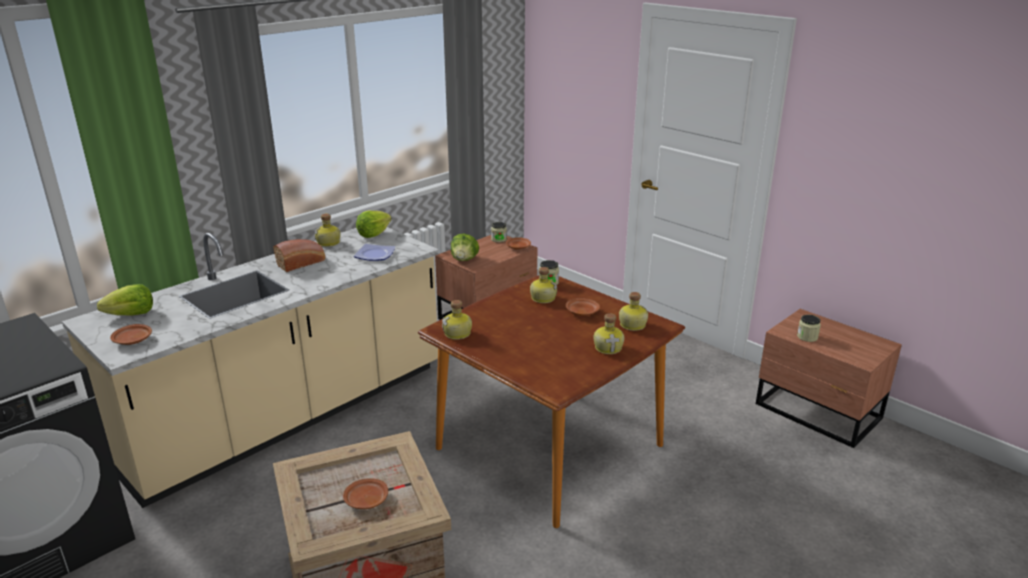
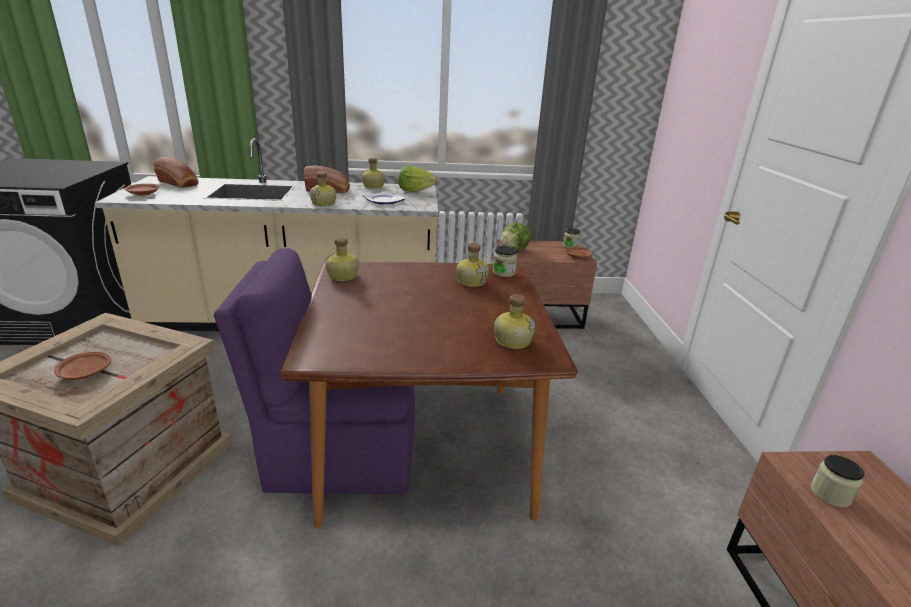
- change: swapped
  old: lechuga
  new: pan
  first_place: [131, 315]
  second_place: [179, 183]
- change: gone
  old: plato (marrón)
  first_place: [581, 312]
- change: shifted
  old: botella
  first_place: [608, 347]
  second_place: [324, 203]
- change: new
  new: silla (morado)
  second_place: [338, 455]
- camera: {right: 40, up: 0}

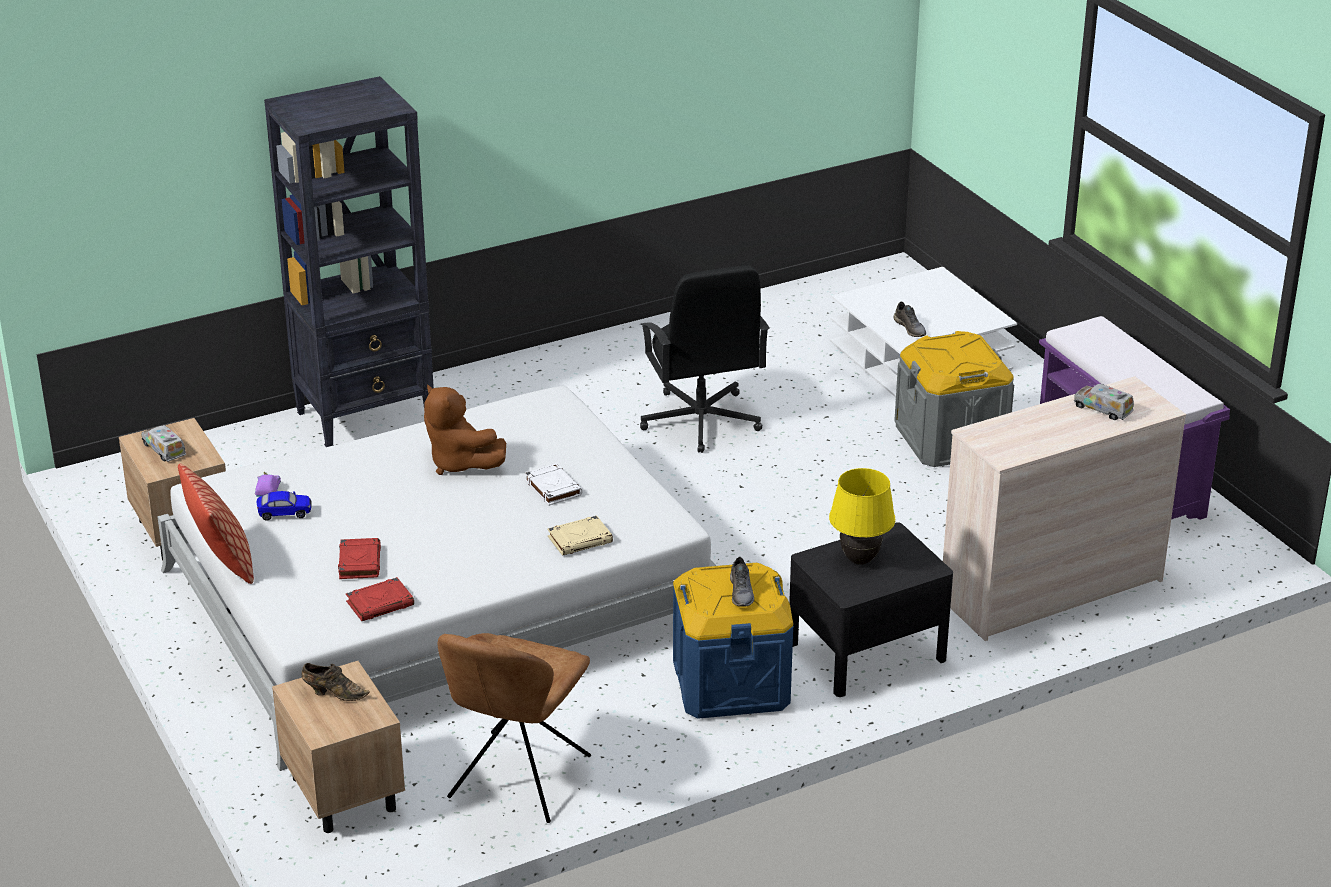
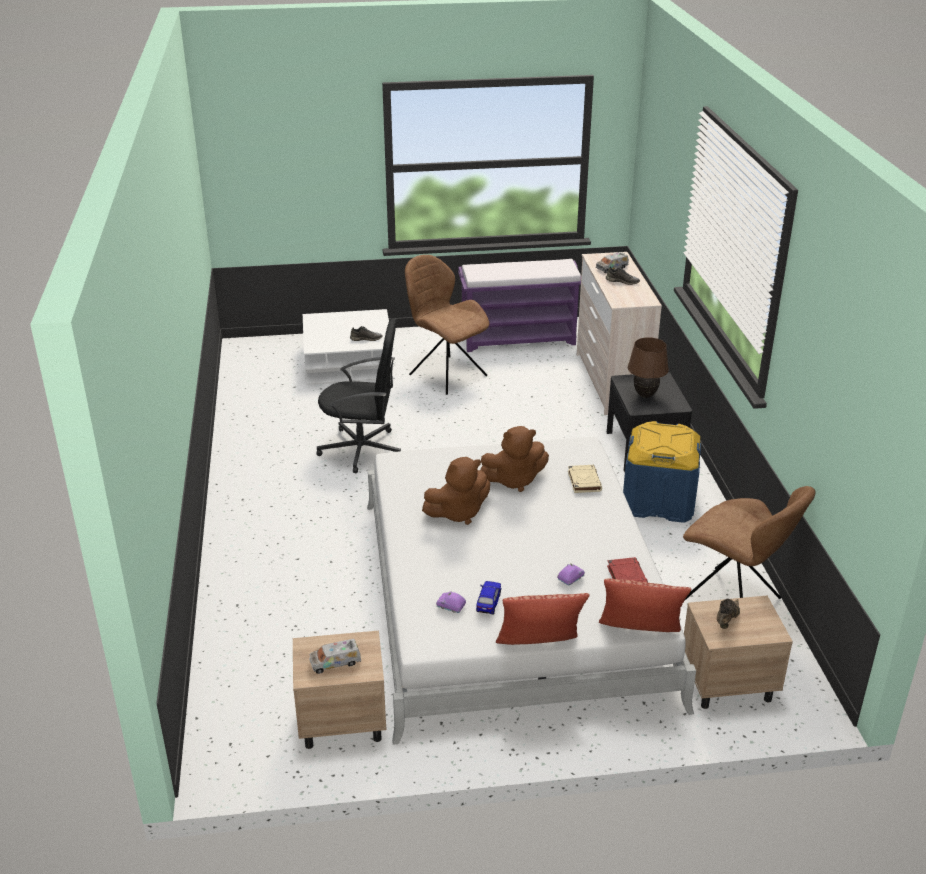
- change: gone
  old: estantería (negro)
  first_place: [366, 419]
- change: swapped
  old: caja de almacenaje (gris)
  new: silla (marrón)
  first_place: [950, 439]
  second_place: [446, 374]
- change: swapped
  old: libro (blanco)
  new: peluche (marrón)
  first_place: [552, 488]
  second_place: [514, 480]
- change: repainted
  old: lámpara de mesa (amarillo)
  new: lámpara de mesa (marrón)
  first_place: [860, 559]
  second_place: [645, 395]
- change: swapped
  old: libro (rojo)
  new: coche de juguete (morado)
  first_place: [359, 562]
  second_place: [570, 578]
- change: shifted
  old: zapato (gris)
  first_place: [742, 592]
  second_place: [622, 281]
- change: new
  new: cojín
  second_place: [640, 635]
- camera: {right: -70, up: 0}

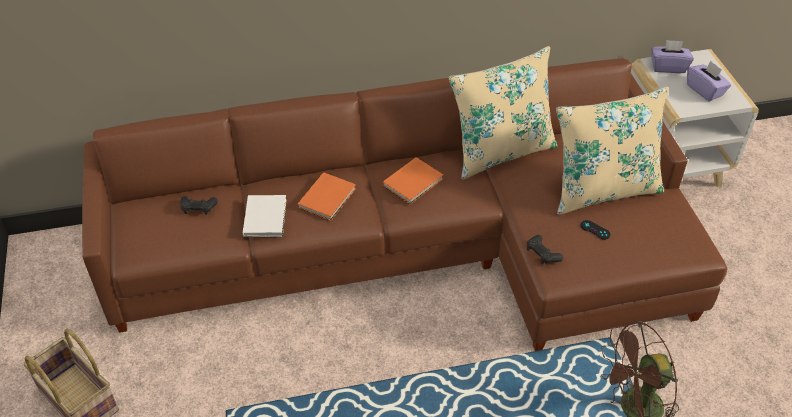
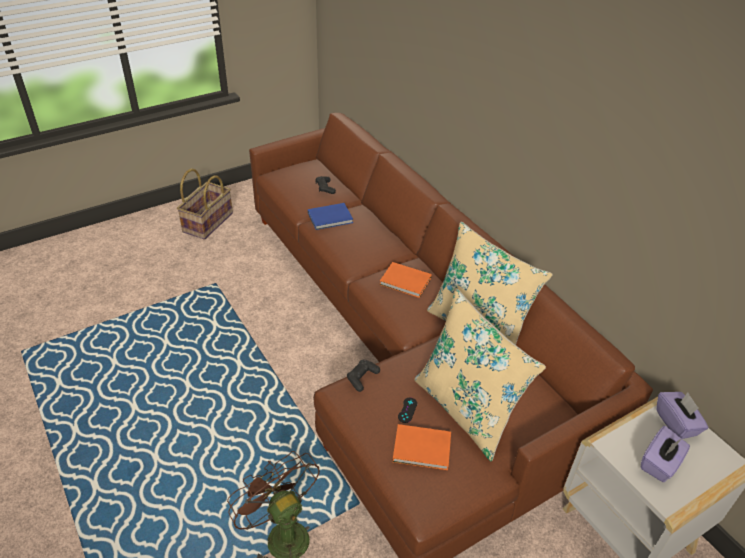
- change: shifted
  old: libro (naranja)
  first_place: [328, 197]
  second_place: [423, 449]
- change: repainted
  old: libro (blanco)
  new: libro (azul)
  first_place: [266, 216]
  second_place: [331, 218]
- camera: {right: 70, up: -5}

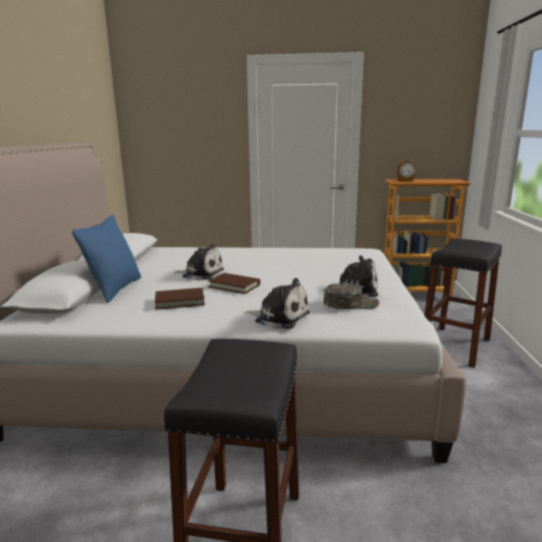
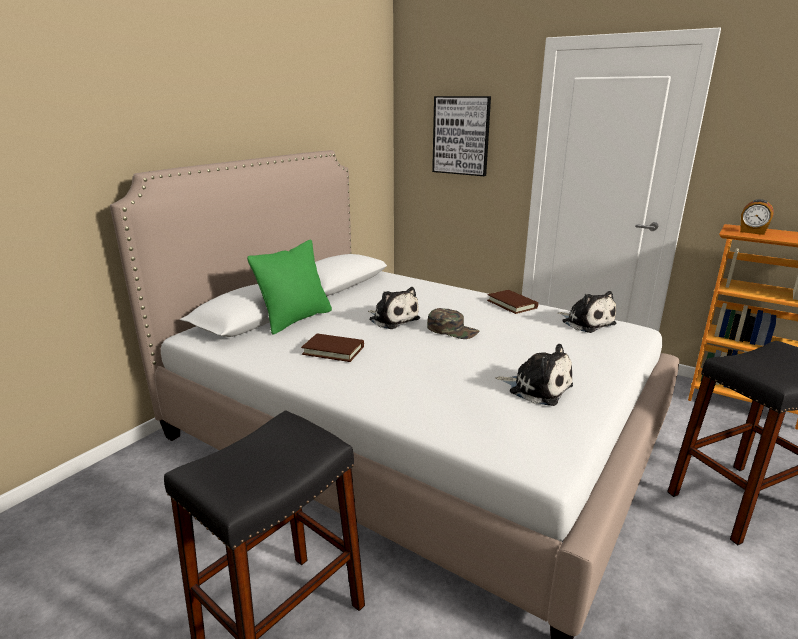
- change: repainted
  old: cojín (azul)
  new: cojín (verde)
  first_place: [115, 289]
  second_place: [296, 319]
- change: shifted
  old: libro (marrón)
  first_place: [234, 286]
  second_place: [512, 304]
- change: shifted
  old: peluche
  first_place: [279, 317]
  second_place: [586, 322]
- change: shifted
  old: gorra (verde)
  first_place: [350, 303]
  second_place: [452, 330]
- change: new
  new: cuadro
  second_place: [461, 135]
- camera: {right: 30, up: 5}

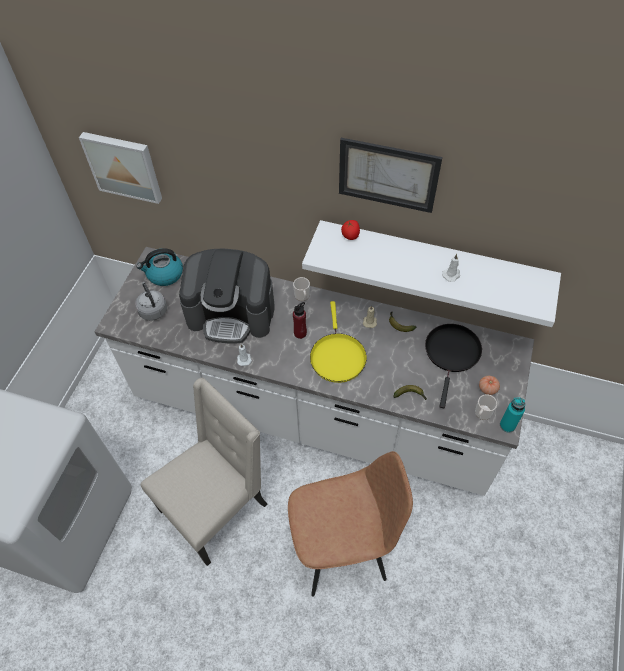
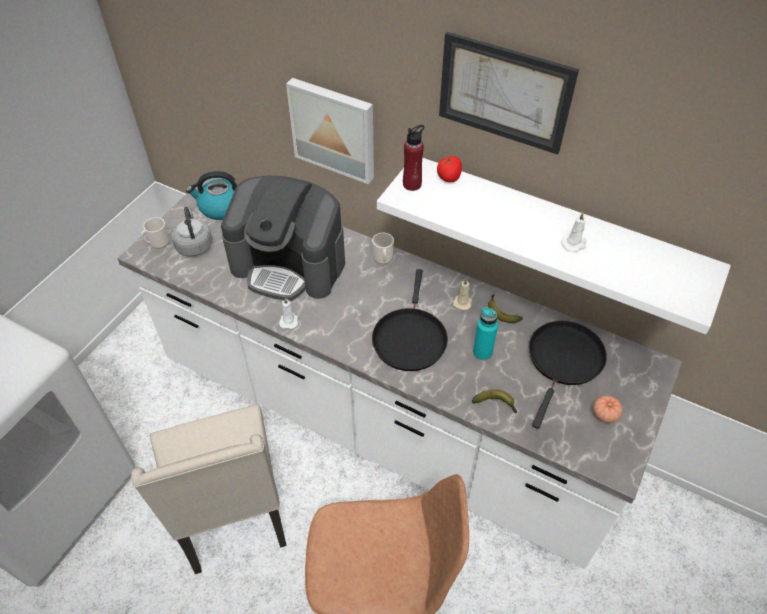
- change: shifted
  old: cuadro
  first_place: [123, 166]
  second_place: [334, 129]
- change: repainted
  old: sartén (amarillo)
  new: sartén (negro)
  first_place: [337, 356]
  second_place: [409, 338]
- change: shifted
  old: botella (rojo)
  first_place: [300, 333]
  second_place: [412, 184]
- change: rotated
  old: silla (beis)
  first_place: [216, 507]
  second_place: [232, 513]
  degrees: 105
- change: shifted
  old: taza grande
  first_place: [482, 414]
  second_place: [157, 243]
- change: shifted
  old: botella (turquesa)
  first_place: [507, 425]
  second_place: [482, 352]
- camera: {right: 10, up: -5}

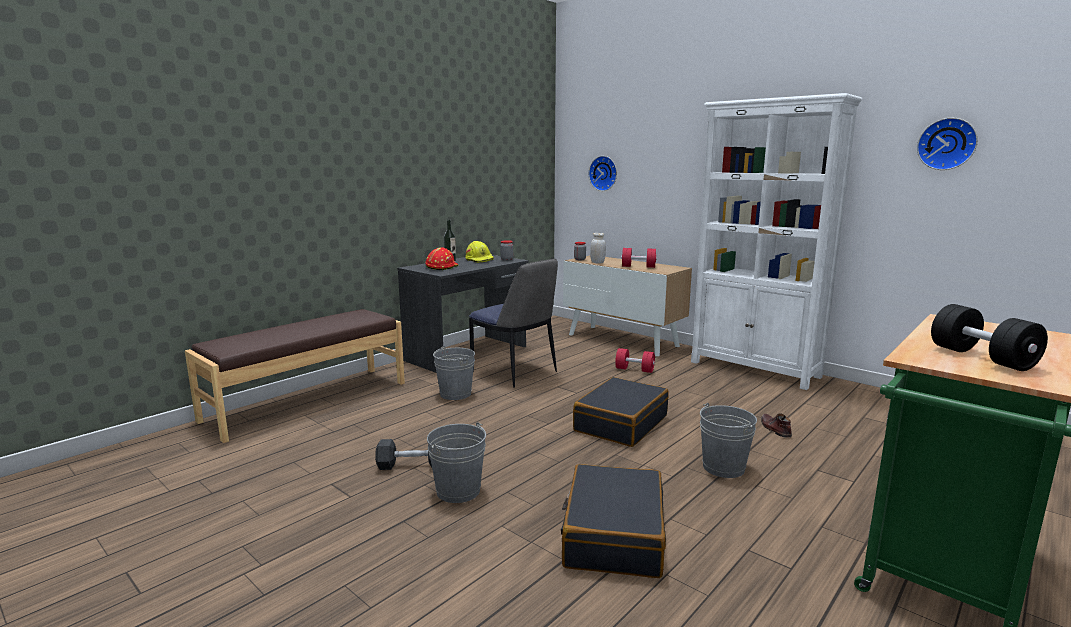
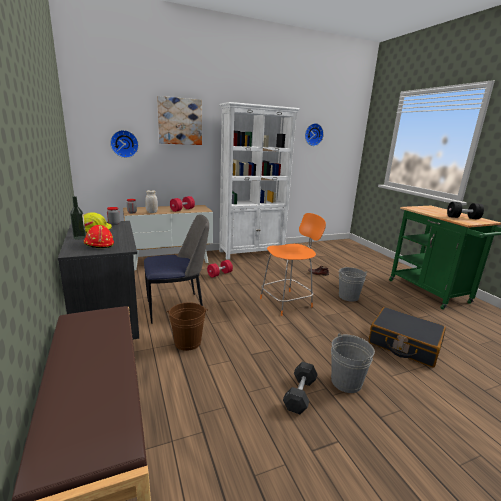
- change: repainted
  old: cubo (gris)
  new: cubo (marrón)
  first_place: [455, 394]
  second_place: [187, 342]
- change: swapped
  old: maleta (negro)
  new: silla (naranja)
  first_place: [620, 423]
  second_place: [287, 302]
- change: new
  new: cuadro
  second_place: [180, 121]
- camera: {right: -65, up: 5}

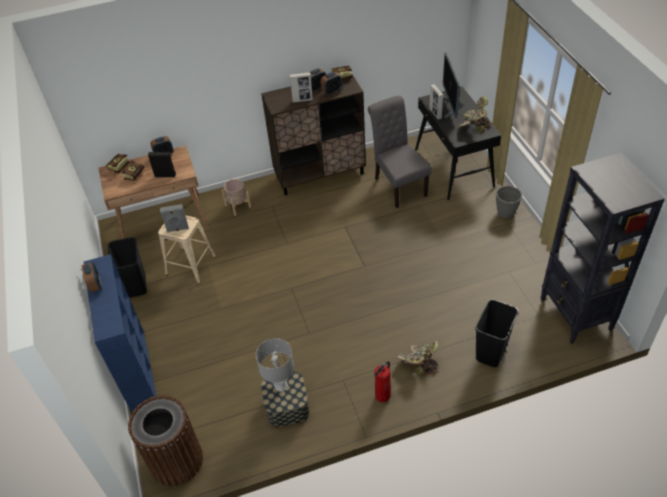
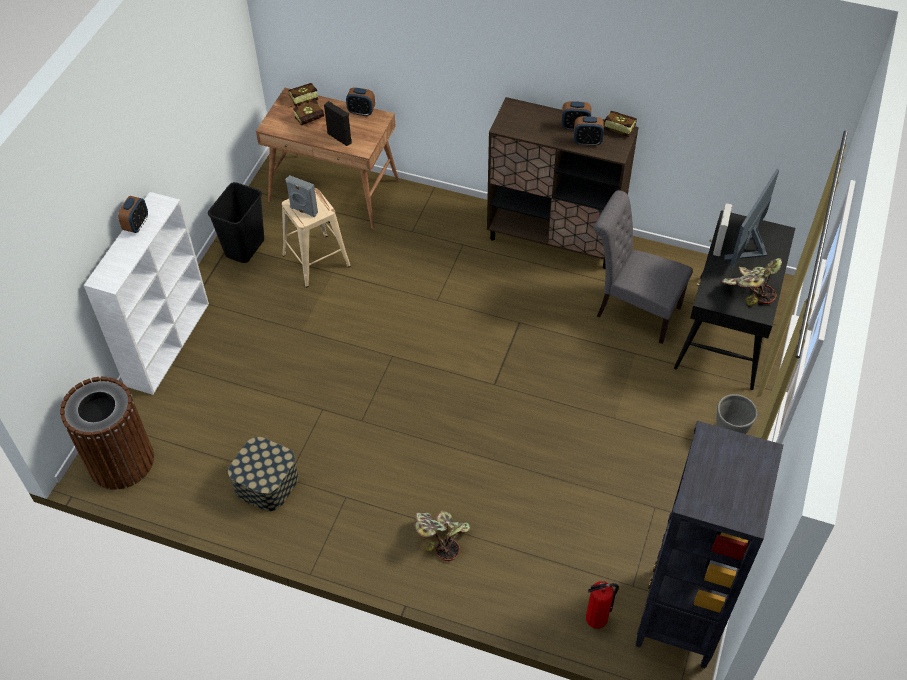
- change: gone
  old: portarretratos
  first_place: [302, 100]
- change: rotated
  old: silla (gris)
  first_place: [398, 185]
  second_place: [633, 310]
  degrees: -75
- change: gone
  old: maceta (beis)
  first_place: [238, 206]
- change: repainted
  old: estantería (azul)
  new: estantería (blanco)
  first_place: [138, 370]
  second_place: [168, 342]
- change: gone
  old: papelera (negro)
  first_place: [491, 353]
- change: gone
  old: lámpara de mesa (gris)
  first_place: [280, 385]
- change: shifted
  old: extintor
  first_place: [383, 395]
  second_place: [597, 618]
- camera: {right: 35, up: 5}

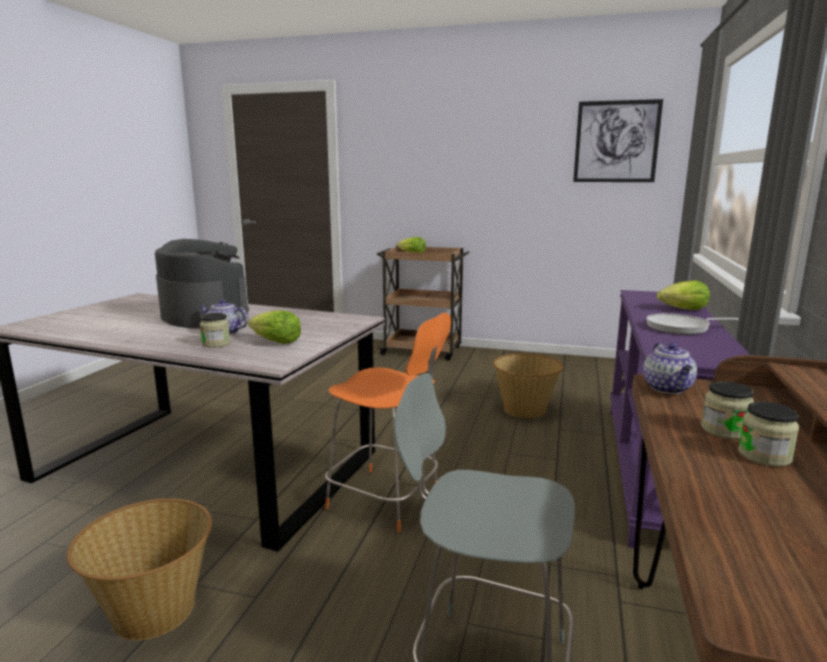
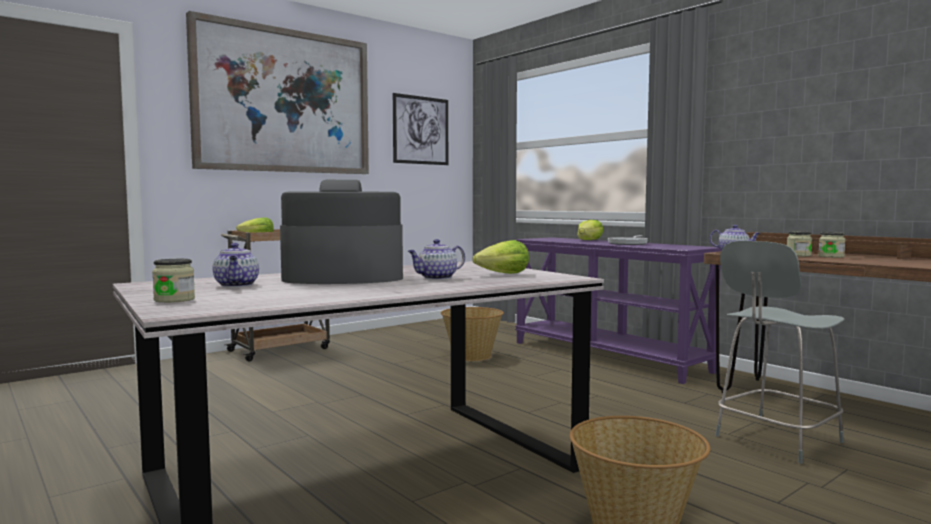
- change: shifted
  old: tarro
  first_place: [216, 343]
  second_place: [174, 300]
- change: gone
  old: silla (naranja)
  first_place: [387, 500]
- change: new
  new: cuadro
  second_place: [284, 101]
- change: new
  new: tetera
  second_place: [237, 285]
- camera: {right: -55, up: -10}

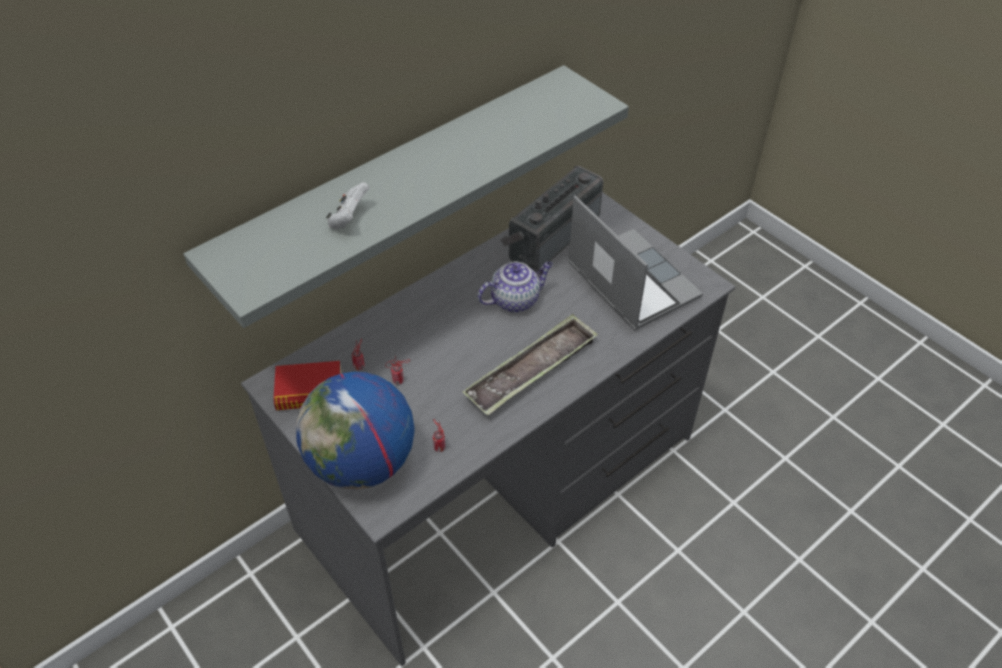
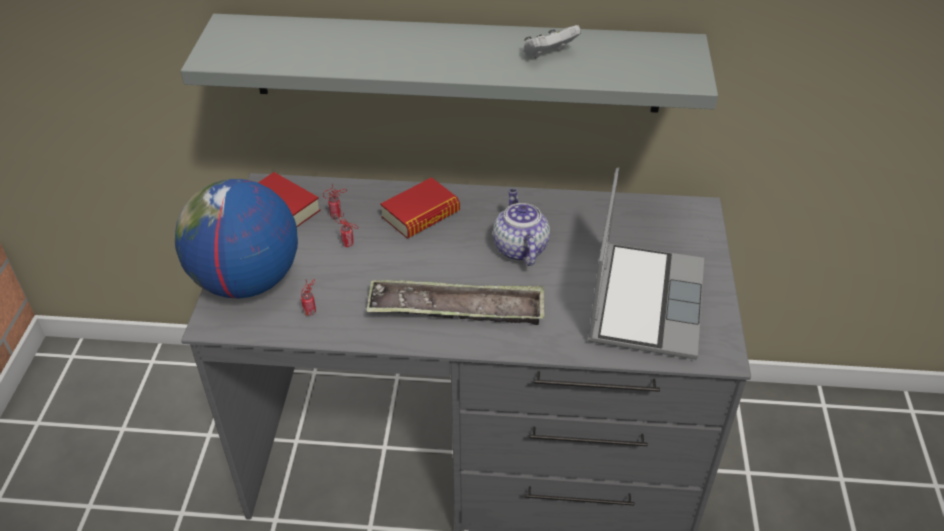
- change: gone
  old: radio
  first_place: [550, 236]
- change: shifted
  old: mando de consola (blanco)
  first_place: [349, 219]
  second_place: [548, 55]
- change: rotated
  old: tetera
  first_place: [515, 300]
  second_place: [519, 248]
  degrees: -120
- change: new
  new: libro
  second_place: [420, 214]
- camera: {right: 45, up: -5}

